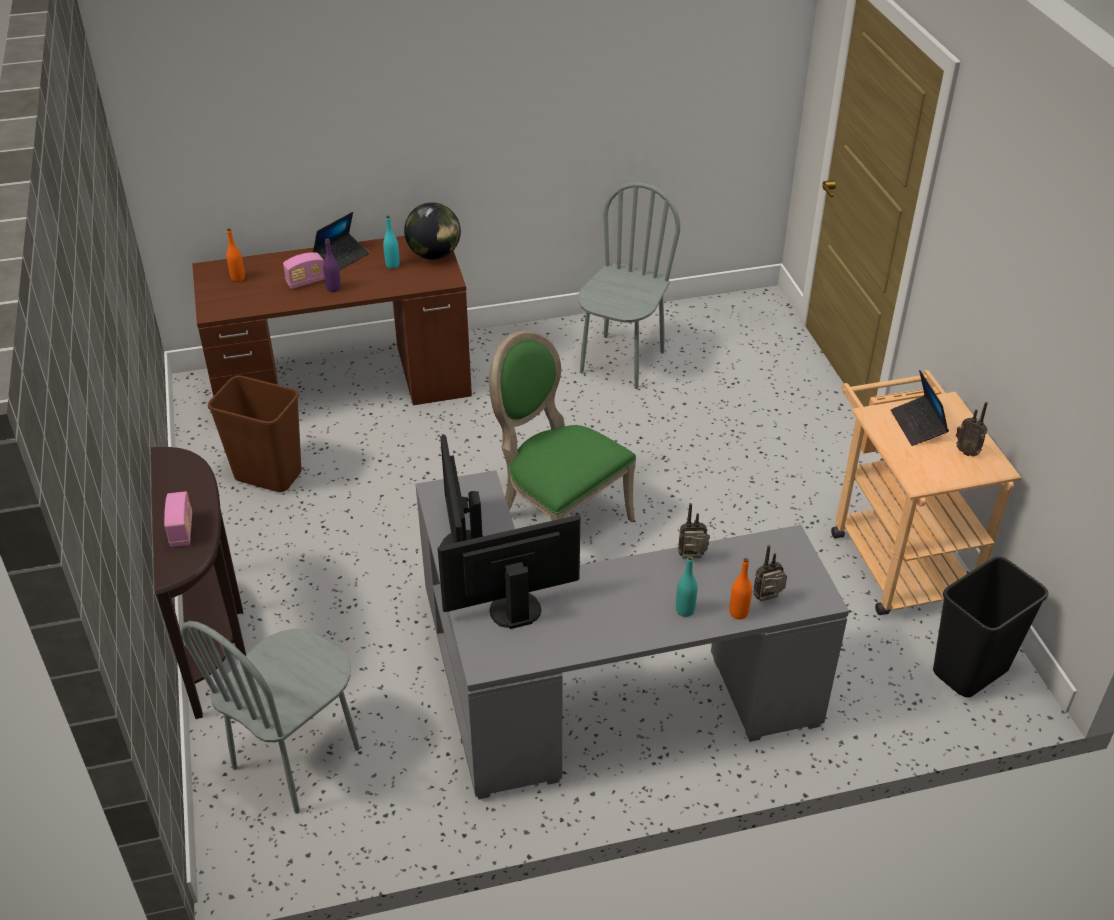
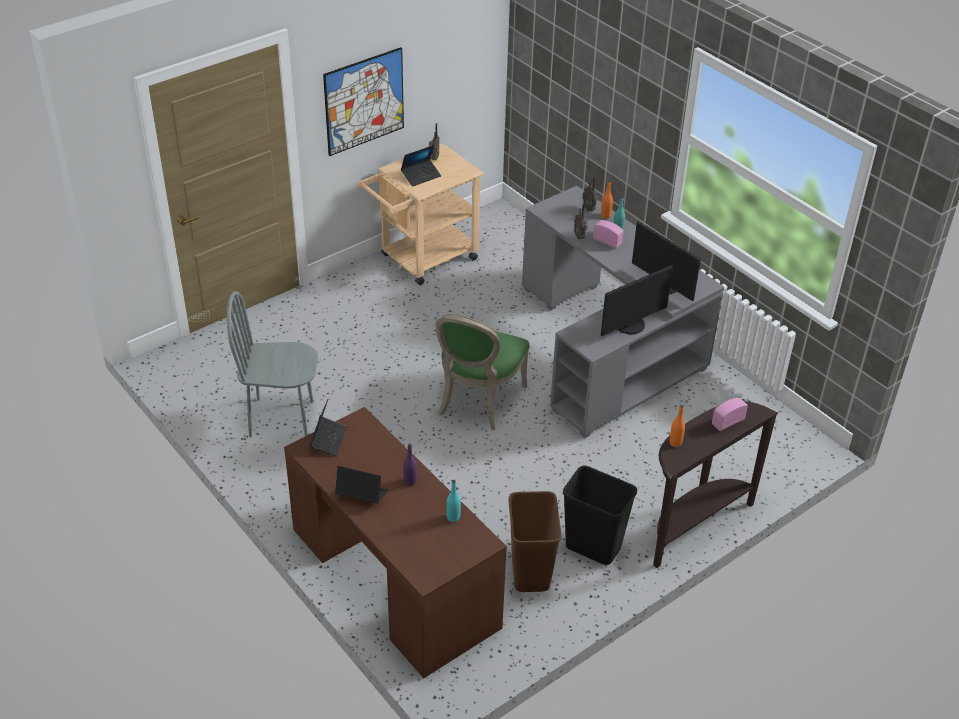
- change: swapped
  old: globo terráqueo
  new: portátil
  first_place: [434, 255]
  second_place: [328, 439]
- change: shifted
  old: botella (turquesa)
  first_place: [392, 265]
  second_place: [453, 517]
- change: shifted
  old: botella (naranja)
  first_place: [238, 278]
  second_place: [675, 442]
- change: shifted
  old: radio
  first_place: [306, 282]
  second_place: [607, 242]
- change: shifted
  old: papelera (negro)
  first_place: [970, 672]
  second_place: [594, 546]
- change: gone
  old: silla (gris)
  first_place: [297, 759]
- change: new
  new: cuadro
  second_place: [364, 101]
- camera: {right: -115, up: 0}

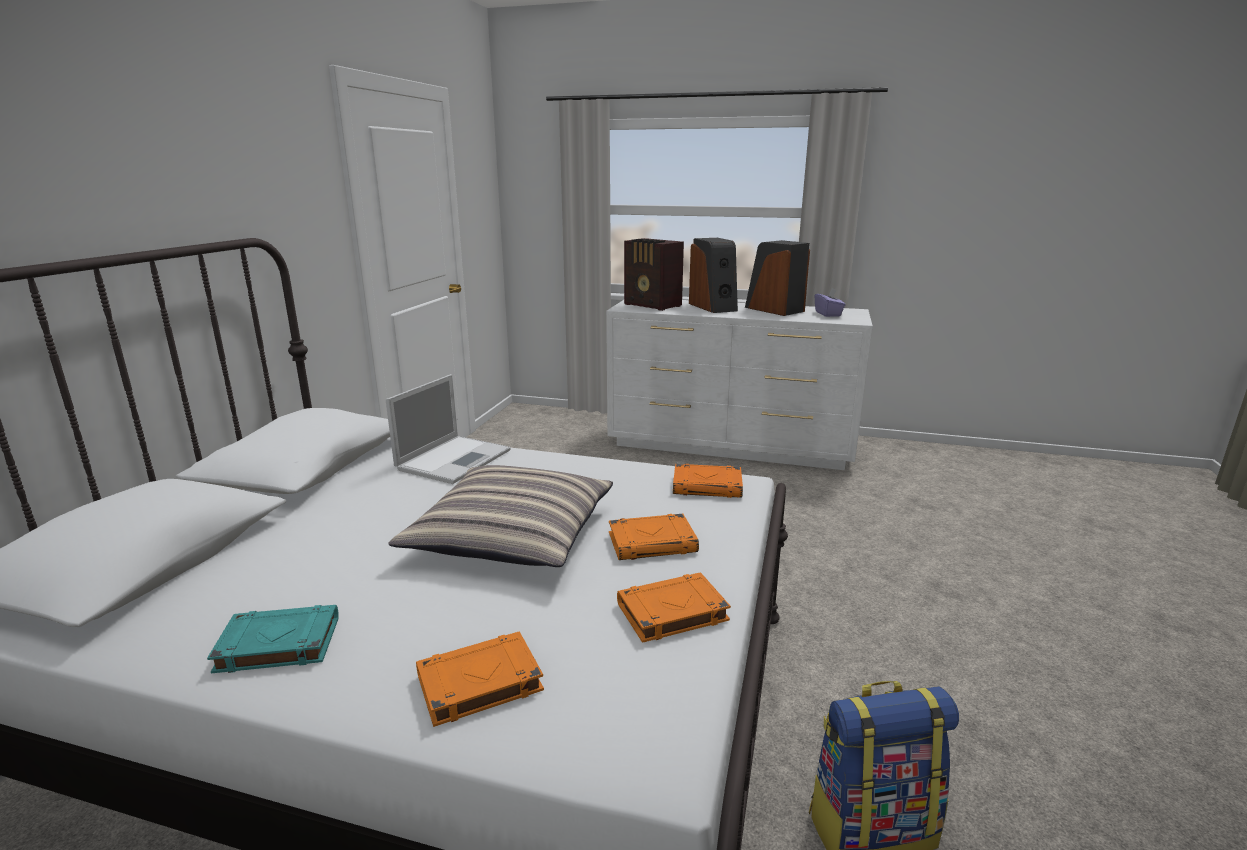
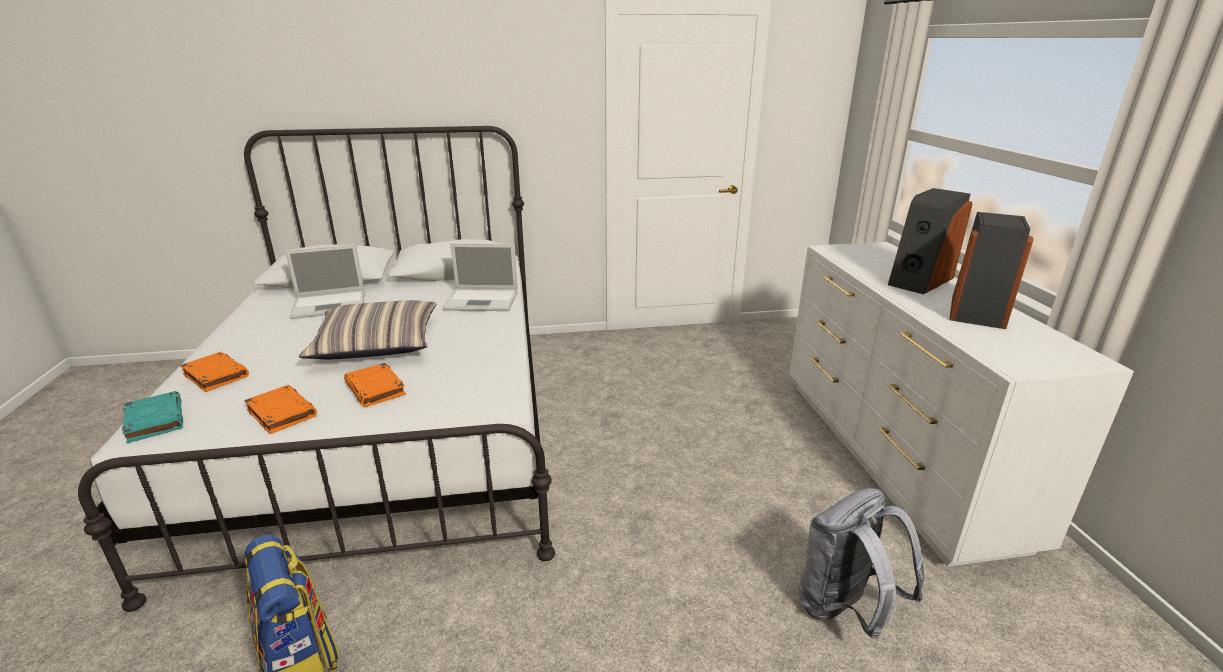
- change: gone
  old: radio
  first_place: [653, 305]
- change: gone
  old: caja de pañuelos (morado)
  first_place: [828, 314]
- change: gone
  old: libro (naranja)
  first_place: [708, 486]
- change: shifted
  old: libro (turquesa)
  first_place: [277, 645]
  second_place: [155, 420]
- change: new
  new: portátil
  second_place: [331, 304]
- change: new
  new: mochila (gris)
  second_place: [845, 610]
- camera: {right: 65, up: 5}

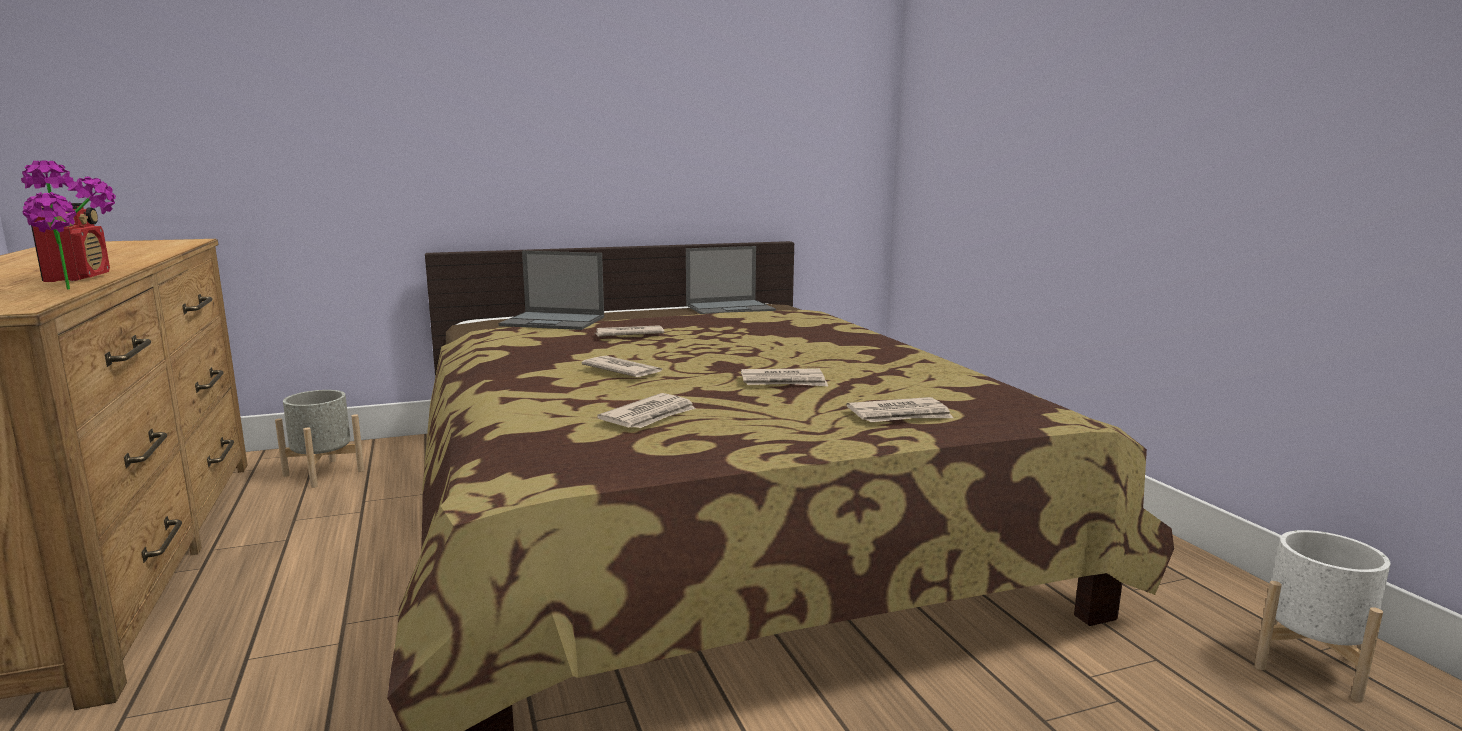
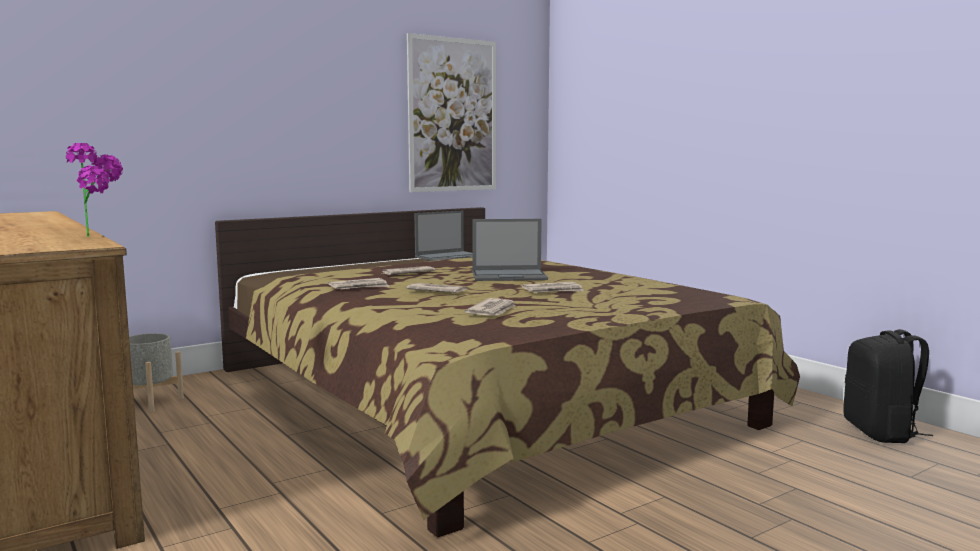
- change: gone
  old: radio
  first_place: [78, 278]
- change: shifted
  old: portátil
  first_place: [554, 321]
  second_place: [510, 276]
- change: shifted
  old: periódico
  first_place: [900, 415]
  second_place: [359, 287]
- change: swapped
  old: maceta (blanco)
  new: mochila (negro)
  first_place: [1310, 663]
  second_place: [881, 433]
- change: new
  new: cuadro
  second_place: [453, 115]
- camera: {right: -15, up: -5}

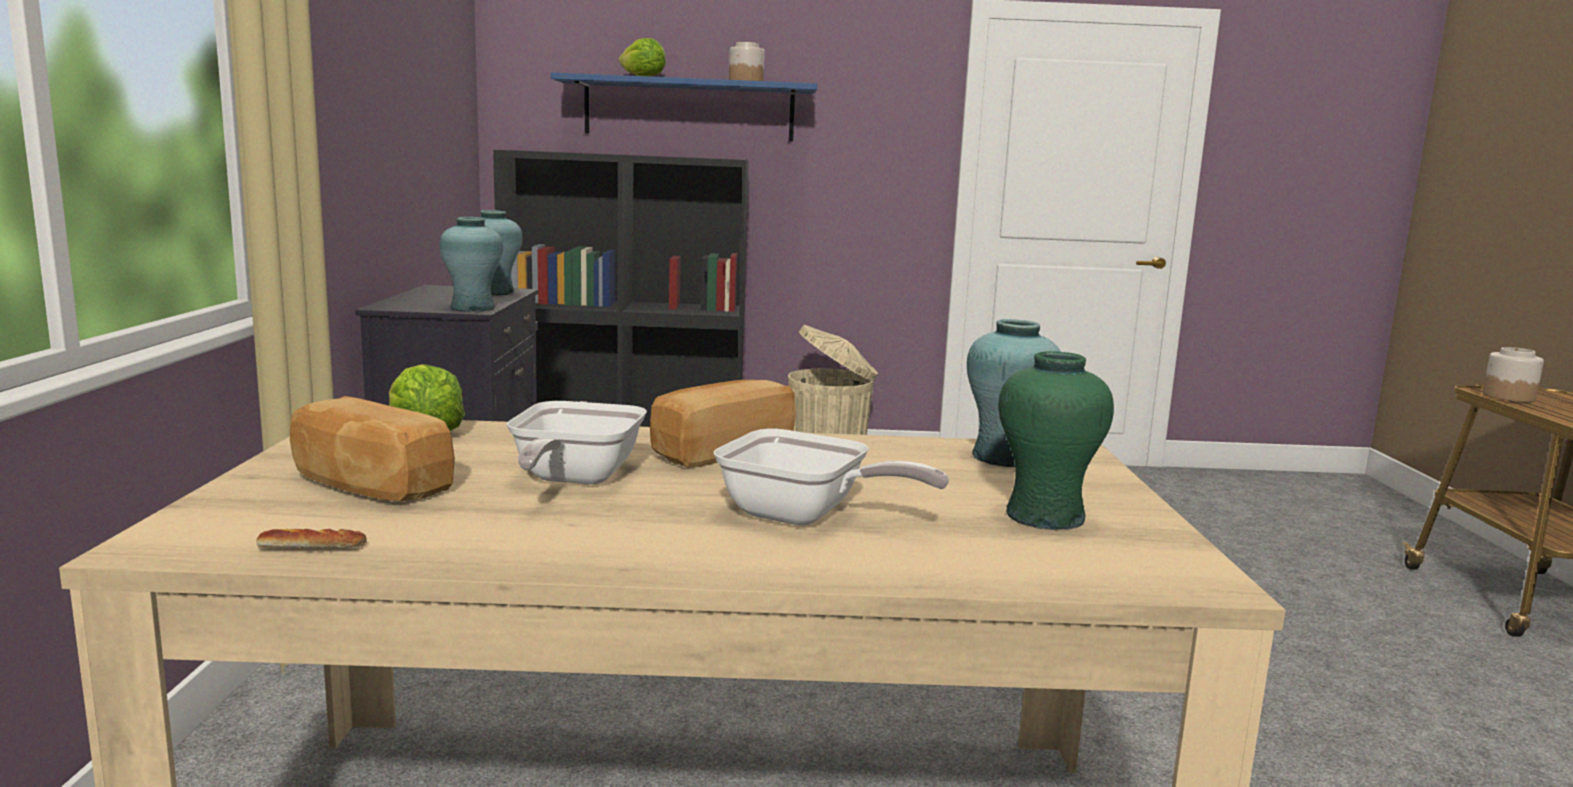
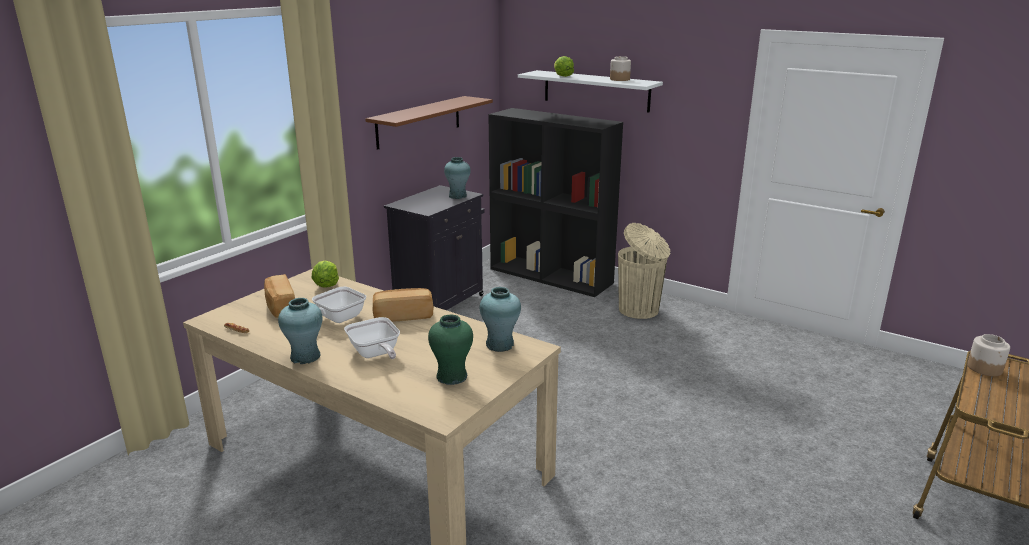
- change: repainted
  old: estante (azul)
  new: estante (blanco)
  first_place: [689, 110]
  second_place: [596, 91]
- change: shifted
  old: florero (turquesa)
  first_place: [473, 308]
  second_place: [305, 357]
- change: new
  new: estante (marrón)
  second_place: [419, 122]
- camera: {right: 35, up: 10}

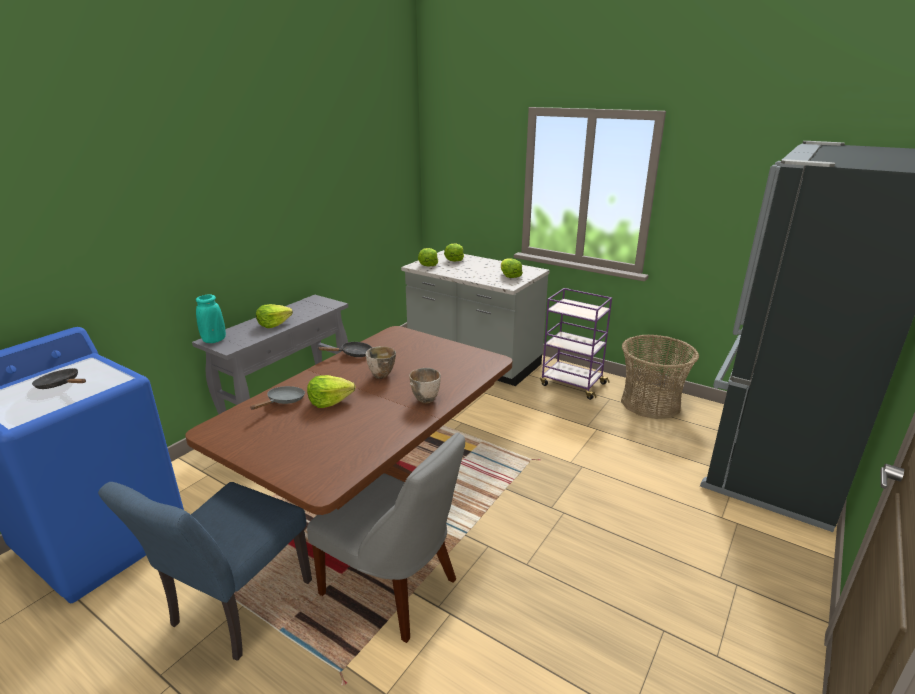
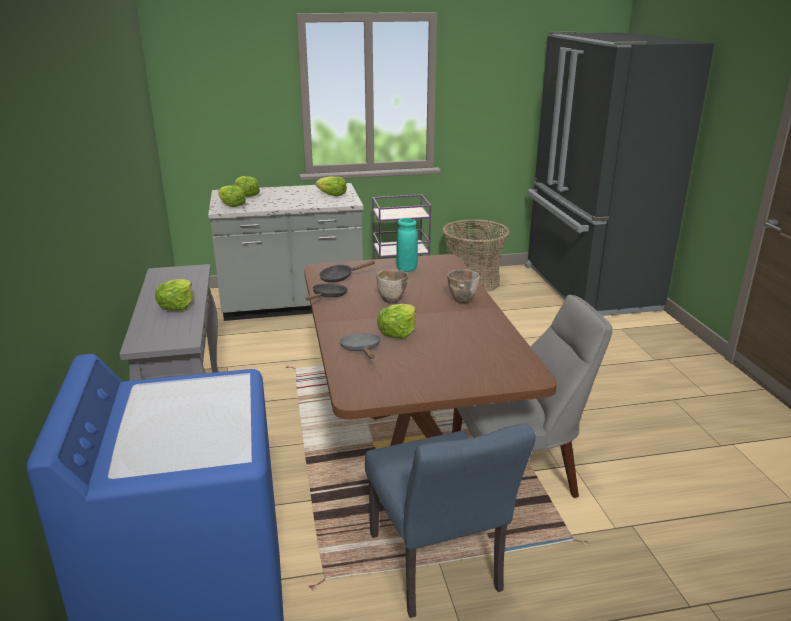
- change: shifted
  old: florero (turquesa)
  first_place: [214, 340]
  second_place: [406, 269]
- change: shifted
  old: sartén (negro)
  first_place: [61, 385]
  second_place: [340, 278]
- camera: {right: -45, up: 0}

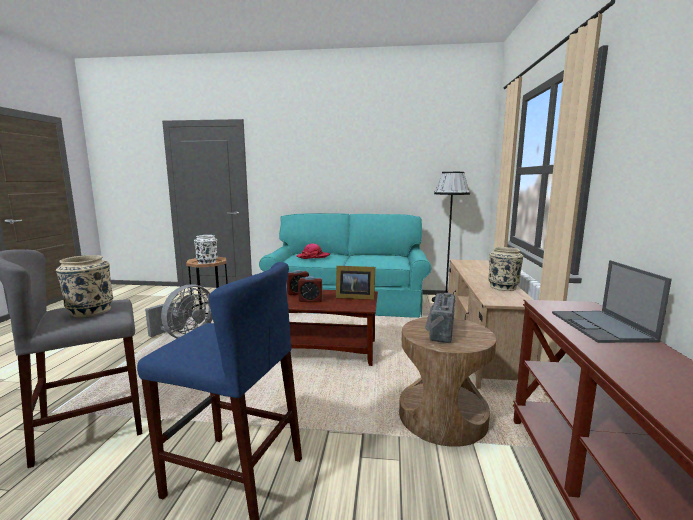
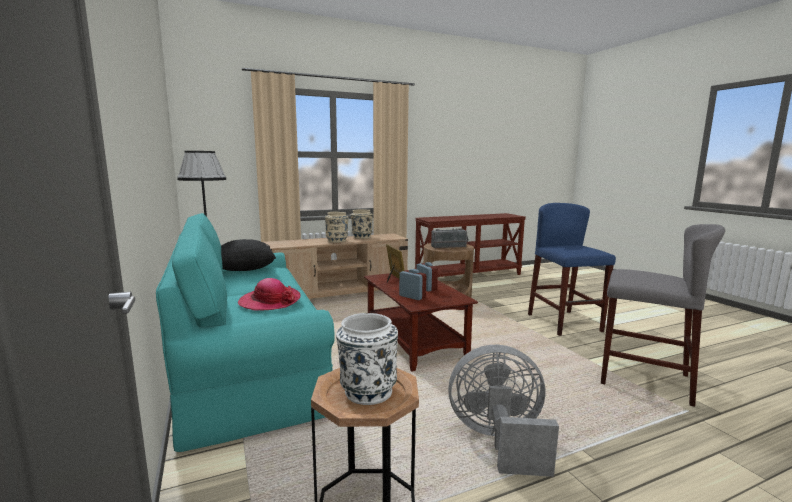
- change: shifted
  old: florero (beis)
  first_place: [89, 311]
  second_place: [337, 241]
- change: gone
  old: portátil
  first_place: [602, 327]
- change: new
  new: cojín (negro)
  second_place: [244, 270]
- camera: {right: -120, up: 0}

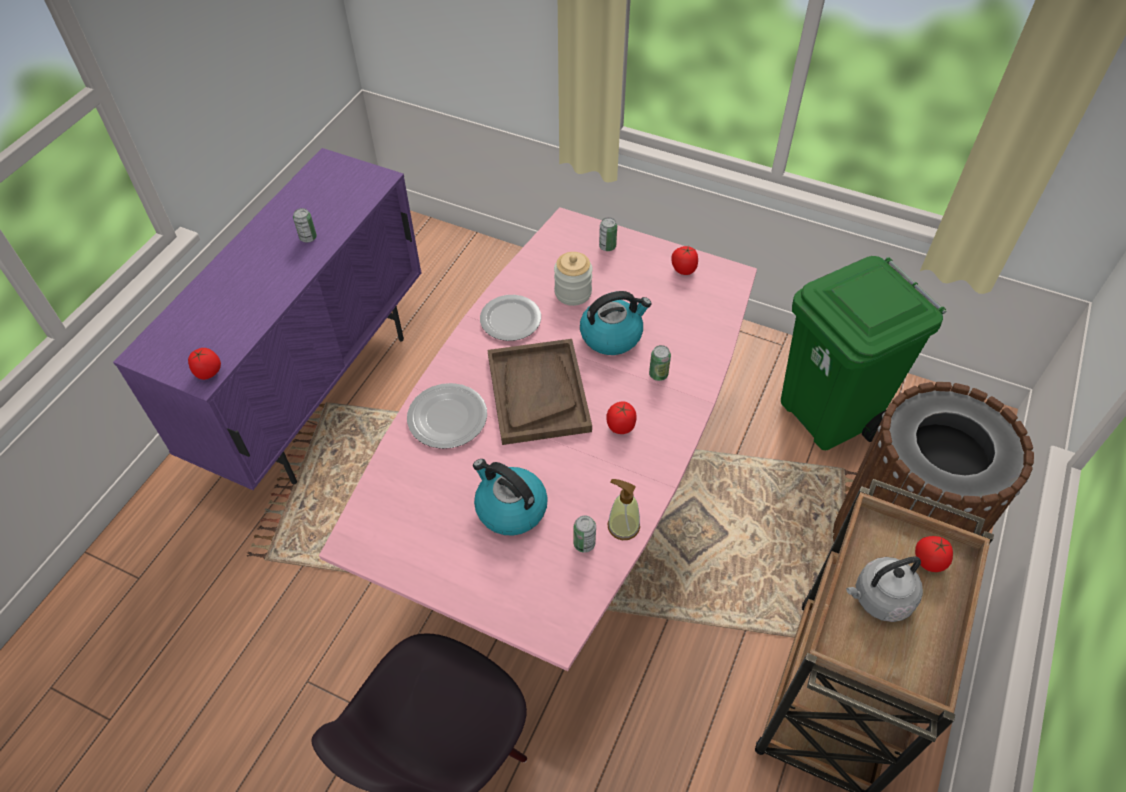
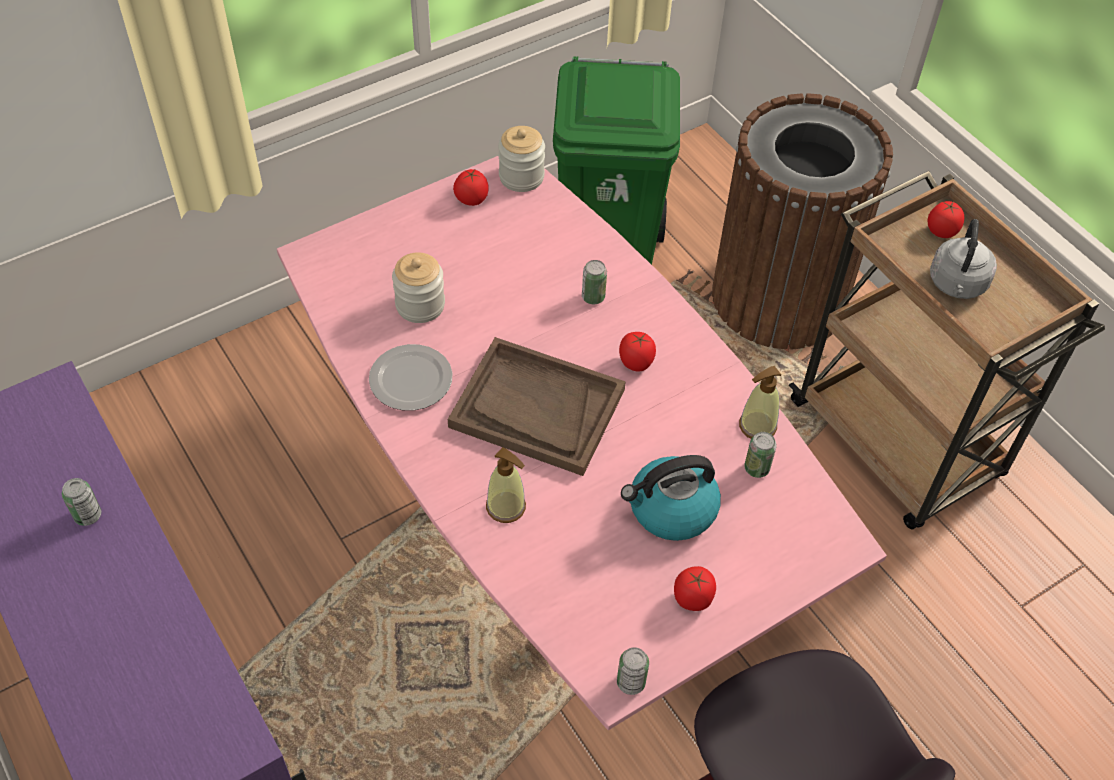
- change: shifted
  old: lata
  first_place: [607, 246]
  second_place: [630, 682]
- change: gone
  old: hervidor
  first_place: [612, 335]
- change: shifted
  old: tomate
  first_place: [209, 373]
  second_place: [693, 599]
- change: swapped
  old: plato
  new: dispensador de jabón
  first_place: [448, 417]
  second_place: [506, 507]
- change: new
  new: tarro
  second_place: [521, 177]
- camera: {right: -60, up: 0}

